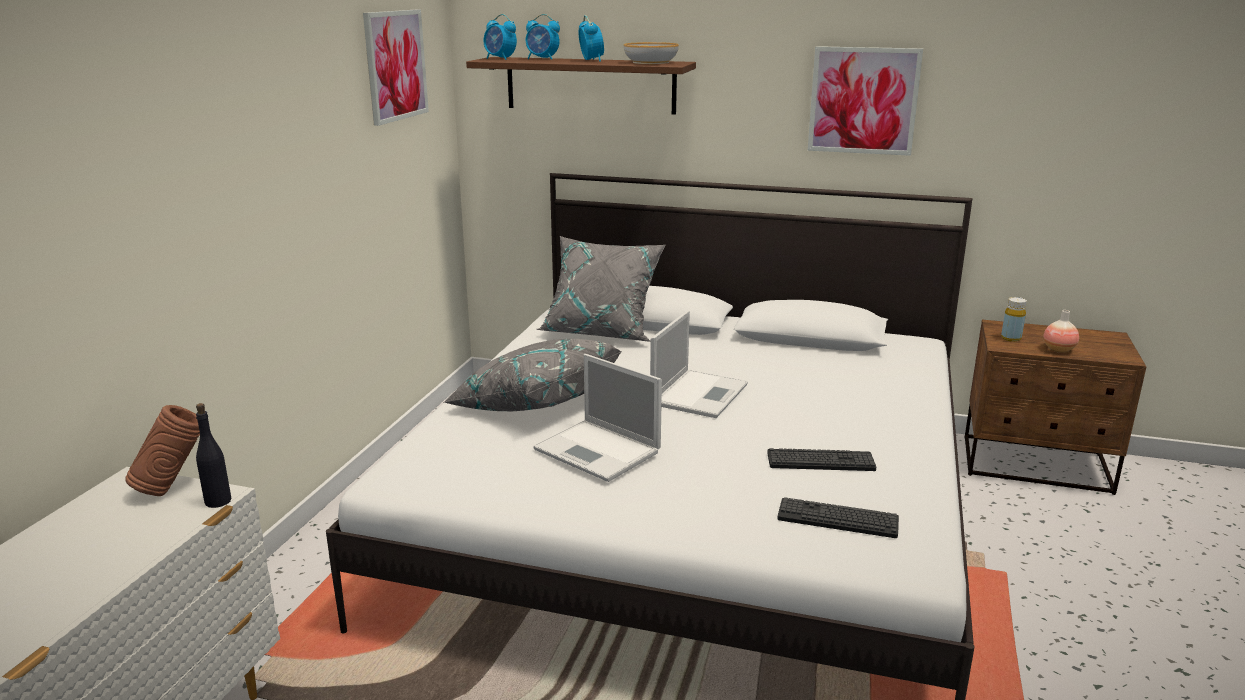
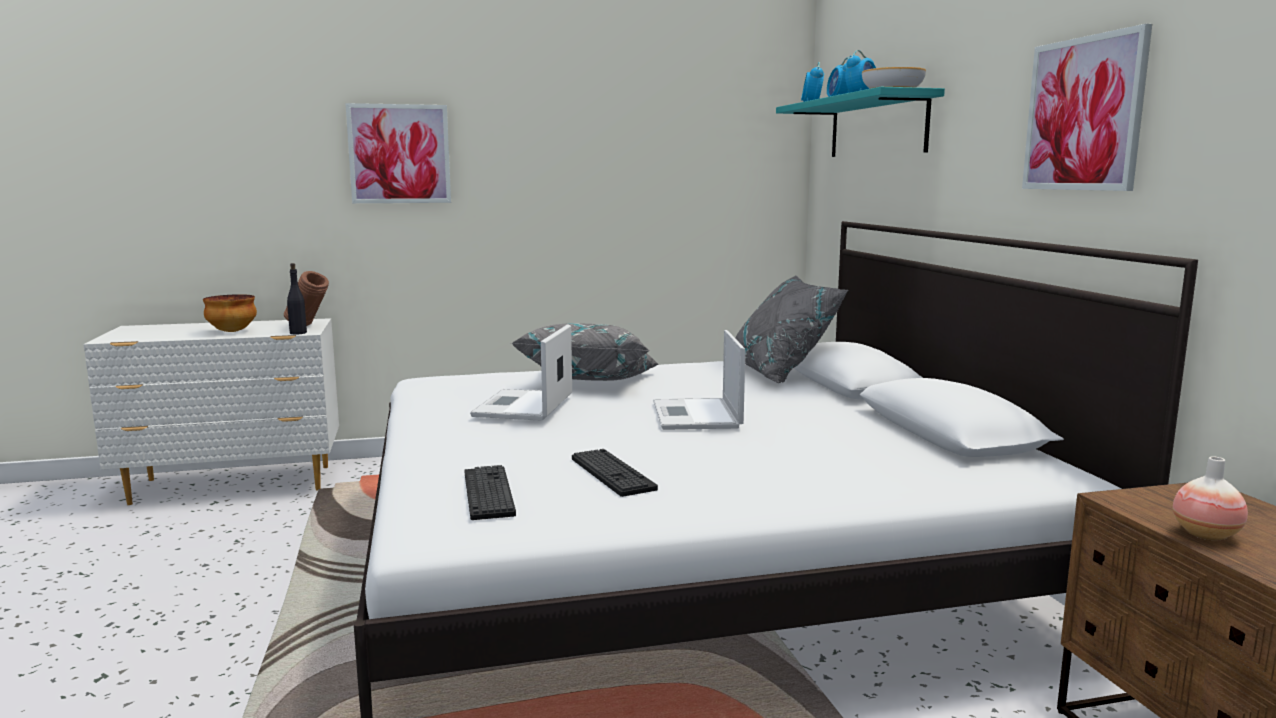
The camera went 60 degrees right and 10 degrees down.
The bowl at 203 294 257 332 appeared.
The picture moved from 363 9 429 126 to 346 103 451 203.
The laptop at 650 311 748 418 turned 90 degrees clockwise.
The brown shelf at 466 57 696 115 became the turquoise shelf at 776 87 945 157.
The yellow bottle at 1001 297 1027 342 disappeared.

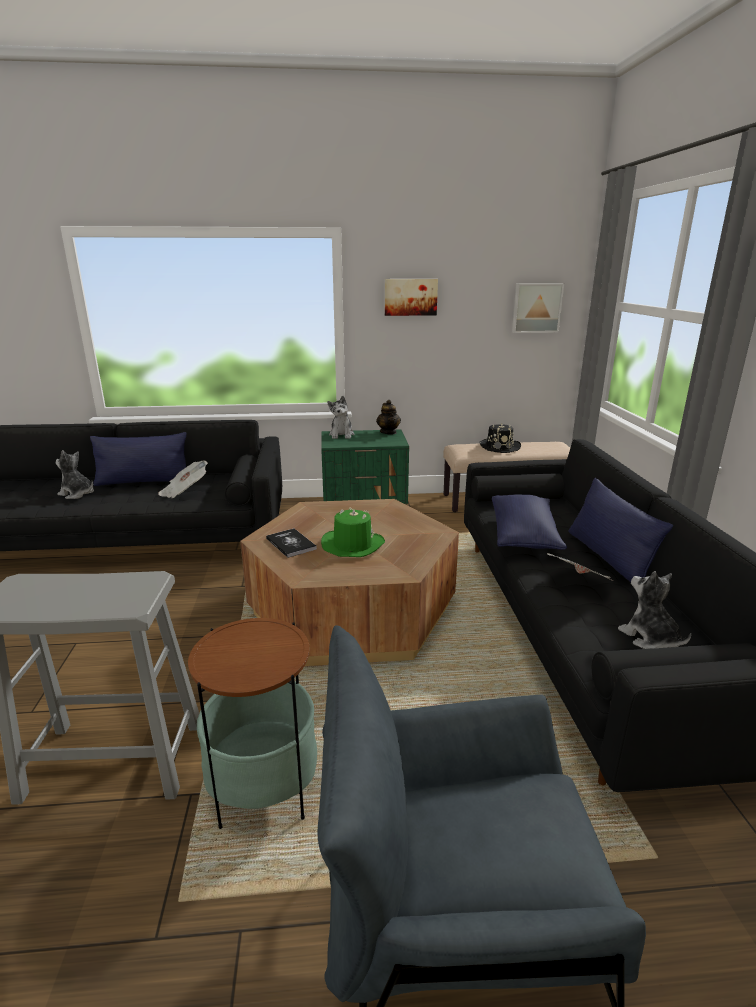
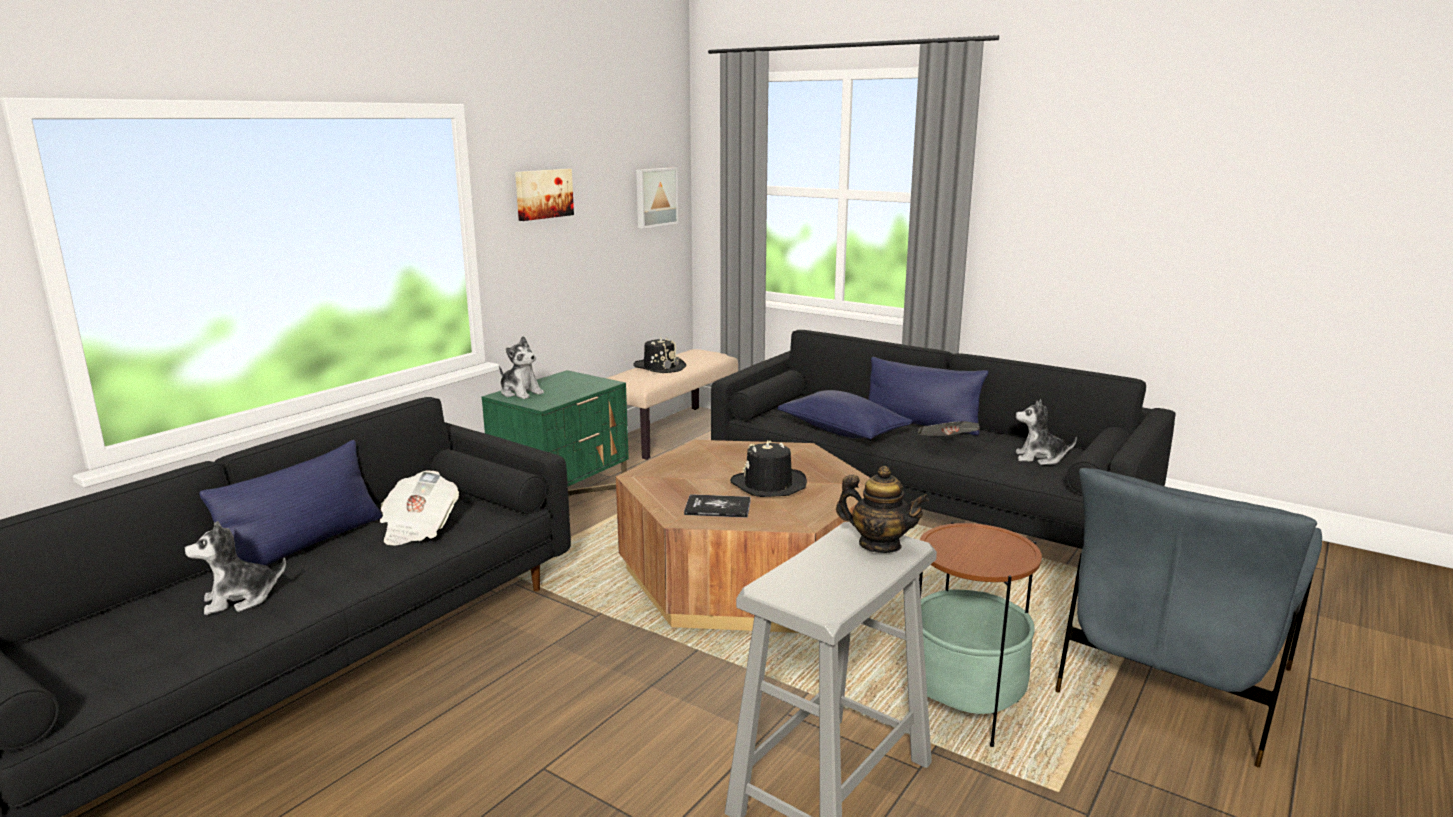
The camera went 50 degrees left and 5 degrees down.
The green hat at 321 508 385 557 became the black hat at 730 440 807 497.
The teapot moved from 376 400 401 434 to 836 466 929 553.

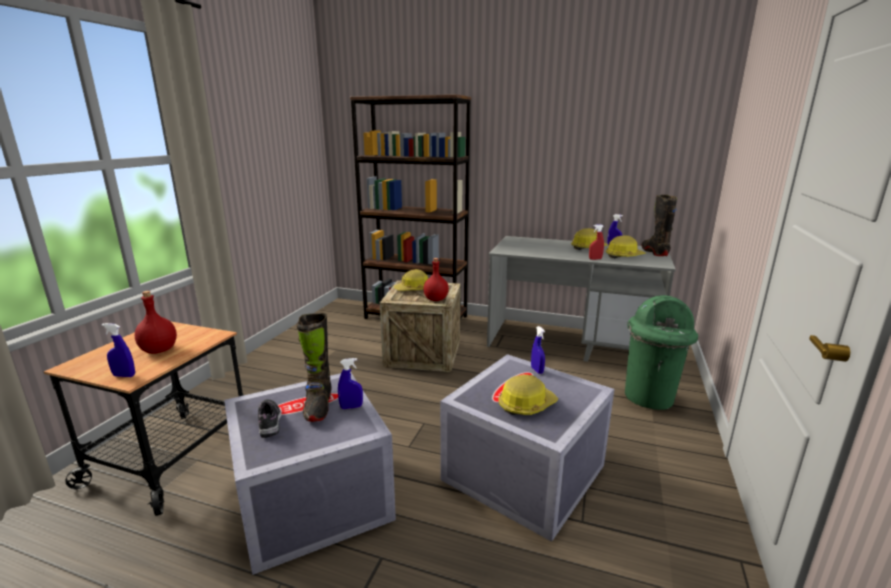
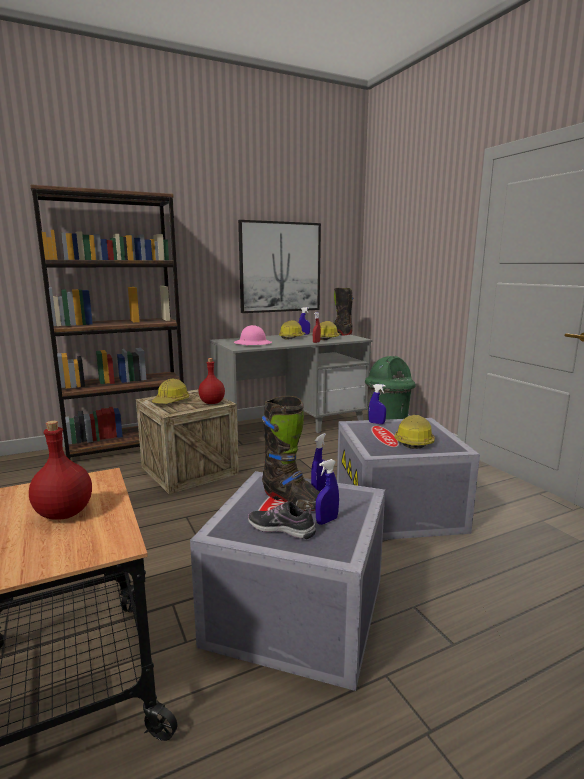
The camera went 45 degrees left and 5 degrees down.
The pink hard hat at 234 325 272 346 appeared.
The picture at 238 220 321 313 appeared.
The blue spray bottle moved from 101 323 135 377 to 316 459 339 525.

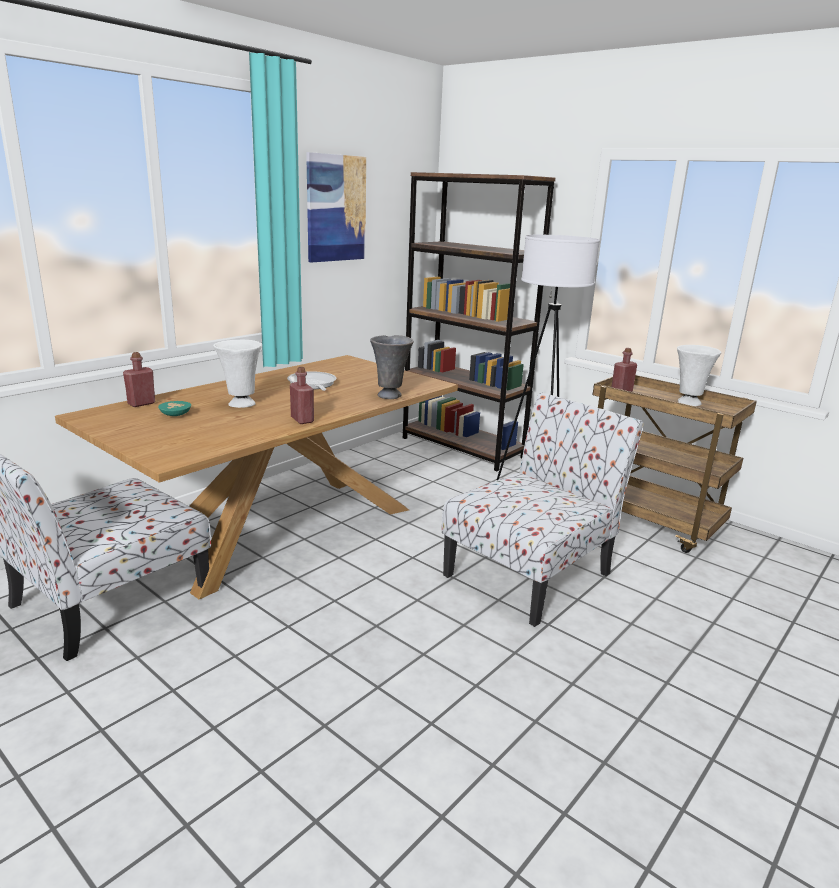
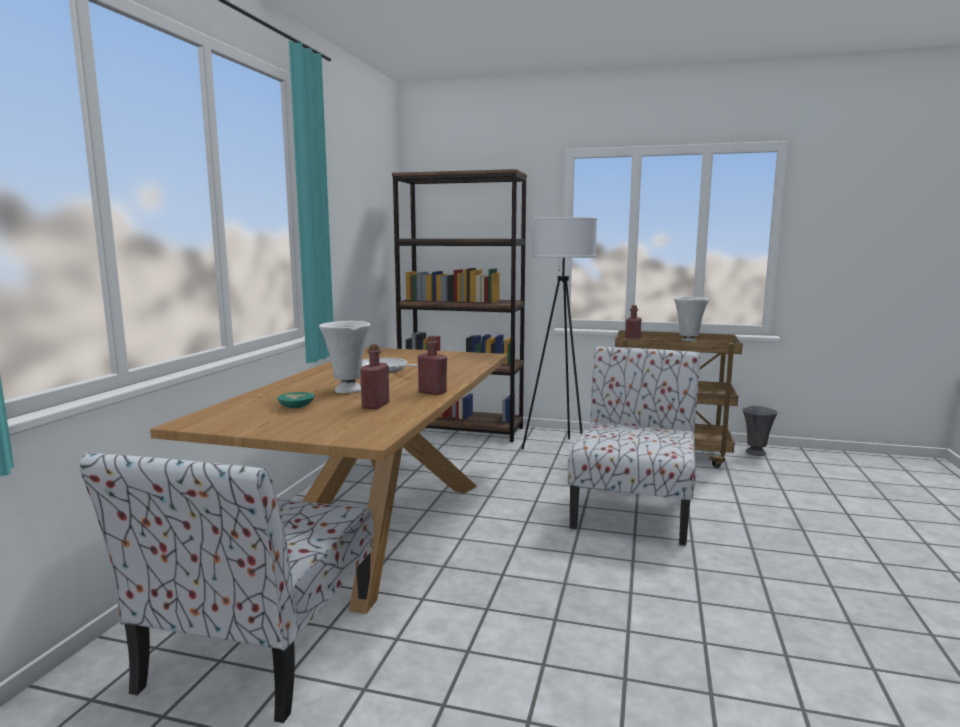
The camera went 25 degrees left and 10 degrees down.
The red bottle moved from 123 352 155 407 to 360 344 389 409.
The grey vase moved from 370 335 414 399 to 742 406 778 456.
The picture at 306 152 366 263 disappeared.

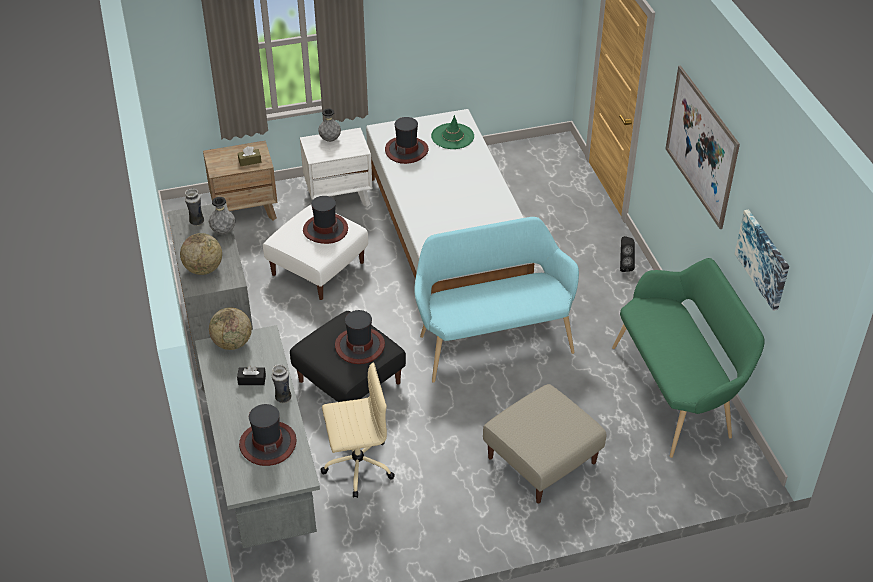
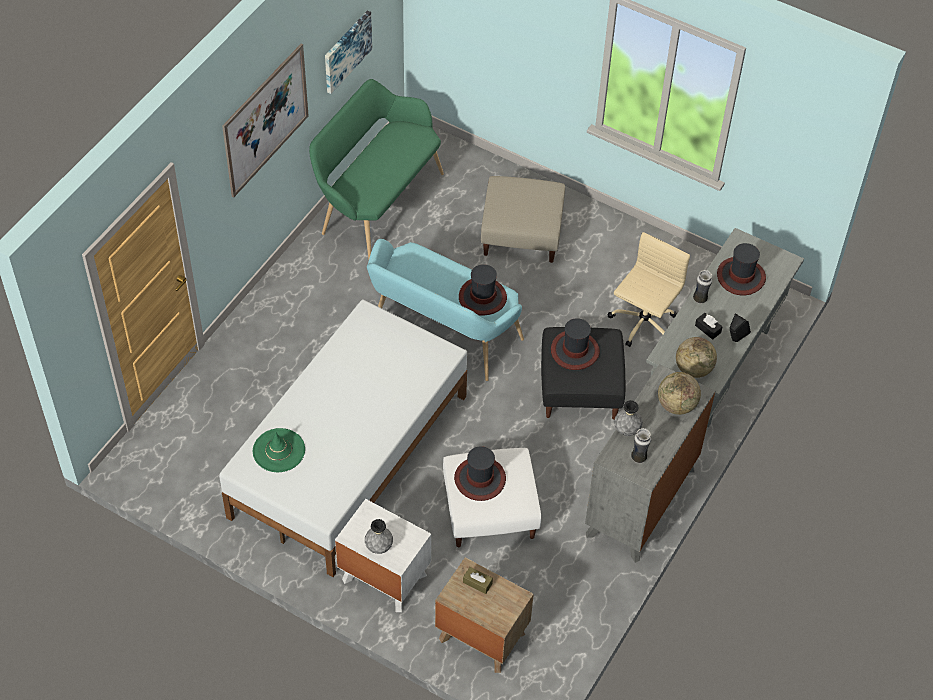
The camera went 135 degrees left and 10 degrees up.
The hat moved from 385 117 429 164 to 459 264 507 315.
The beige office chair at 320 362 395 498 turned 90 degrees clockwise.
The black speaker moved from 620 236 635 272 to 729 313 751 342.

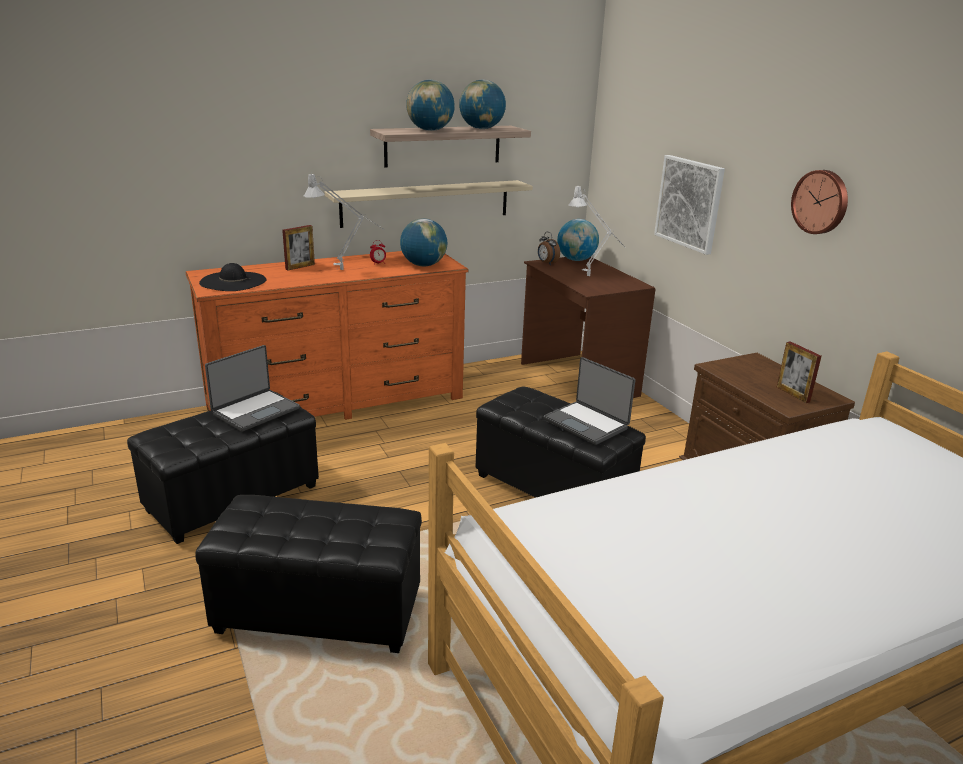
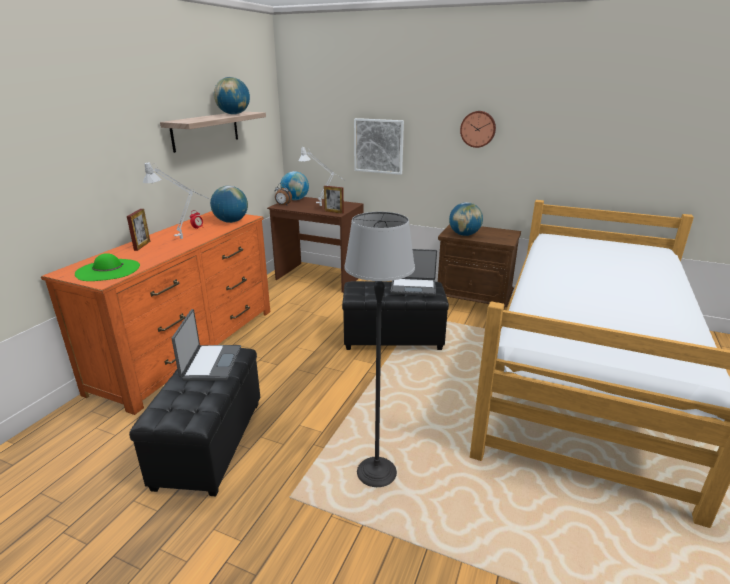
The camera went 40 degrees left and 0 degrees up.
The black hat at 199 263 266 291 became the green hat at 75 253 140 281.
The picture frame moved from 777 341 821 403 to 324 186 344 214.
The black ottoman at 195 495 422 653 was replaced by the floor lamp at 344 212 415 487.
The globe moved from 406 80 455 131 to 449 202 483 236.
The beige shelf at 325 180 533 228 disappeared.

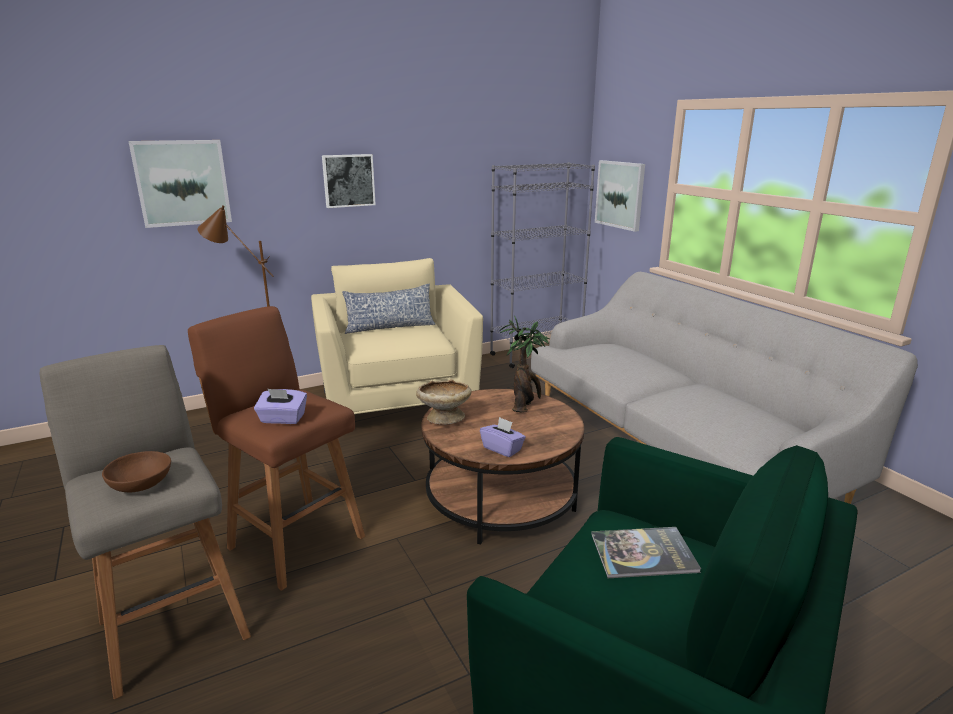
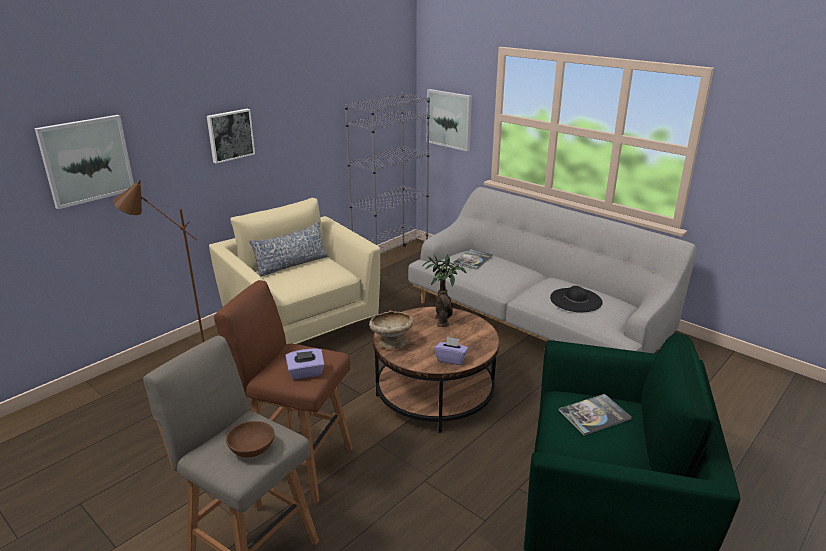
The camera went 20 degrees left and 5 degrees up.
The book at 453 249 493 270 appeared.
The black hat at 550 286 603 312 appeared.

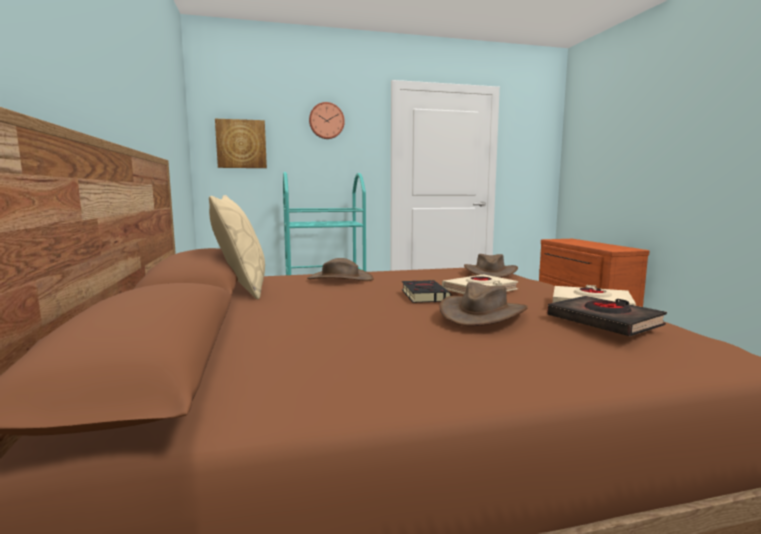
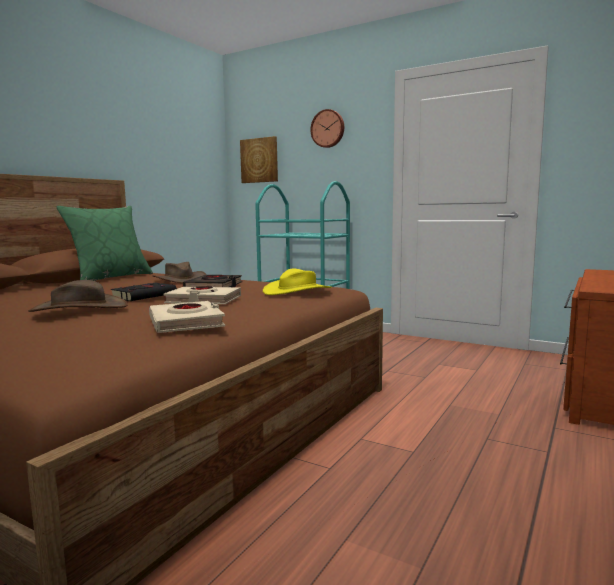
The camera went 45 degrees right and 0 degrees up.
The beige pillow at 209 195 265 299 became the green pillow at 56 206 153 281.
The black book moved from 547 296 667 336 to 183 275 242 287.
The brown hat at 464 254 518 278 became the yellow hat at 263 269 332 295.

